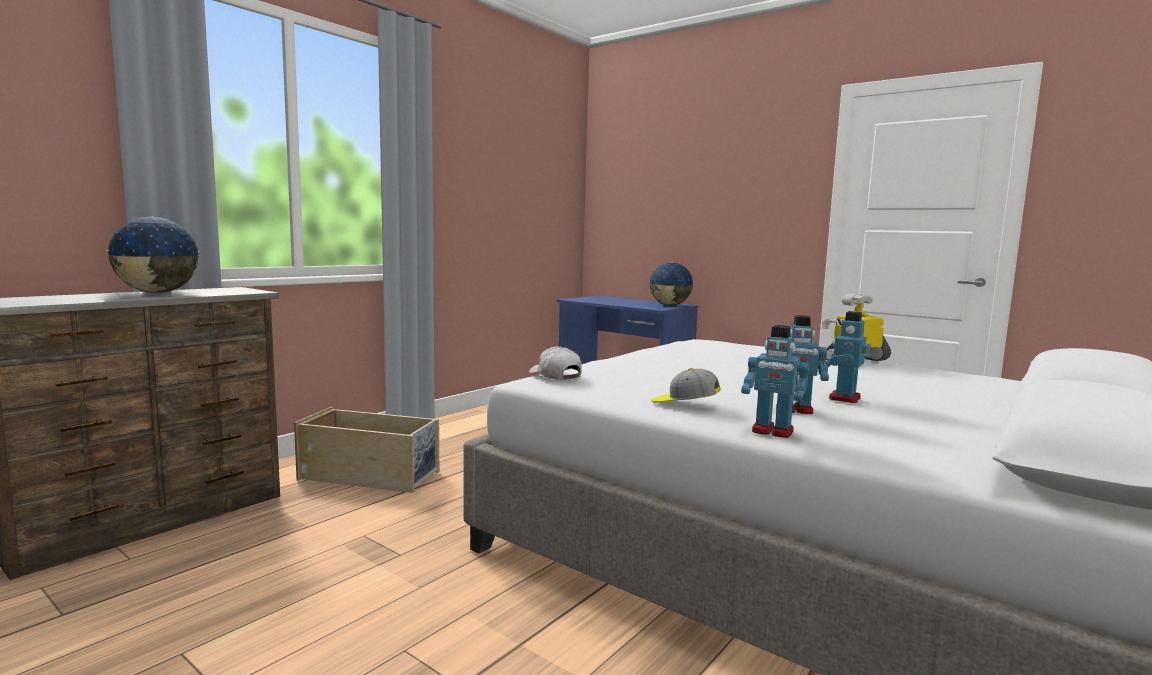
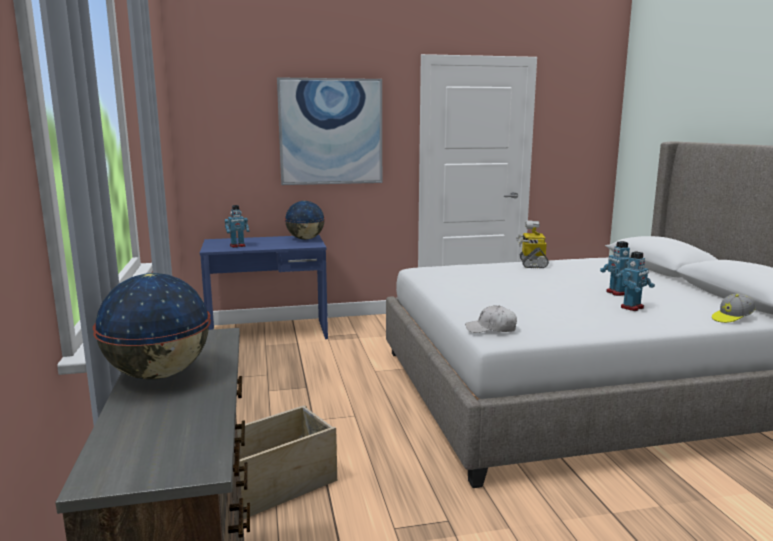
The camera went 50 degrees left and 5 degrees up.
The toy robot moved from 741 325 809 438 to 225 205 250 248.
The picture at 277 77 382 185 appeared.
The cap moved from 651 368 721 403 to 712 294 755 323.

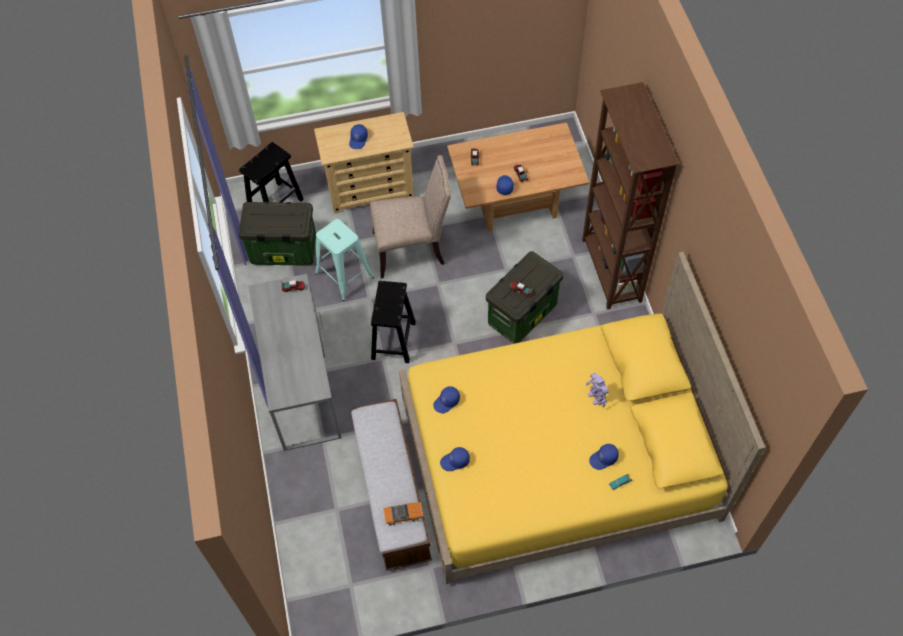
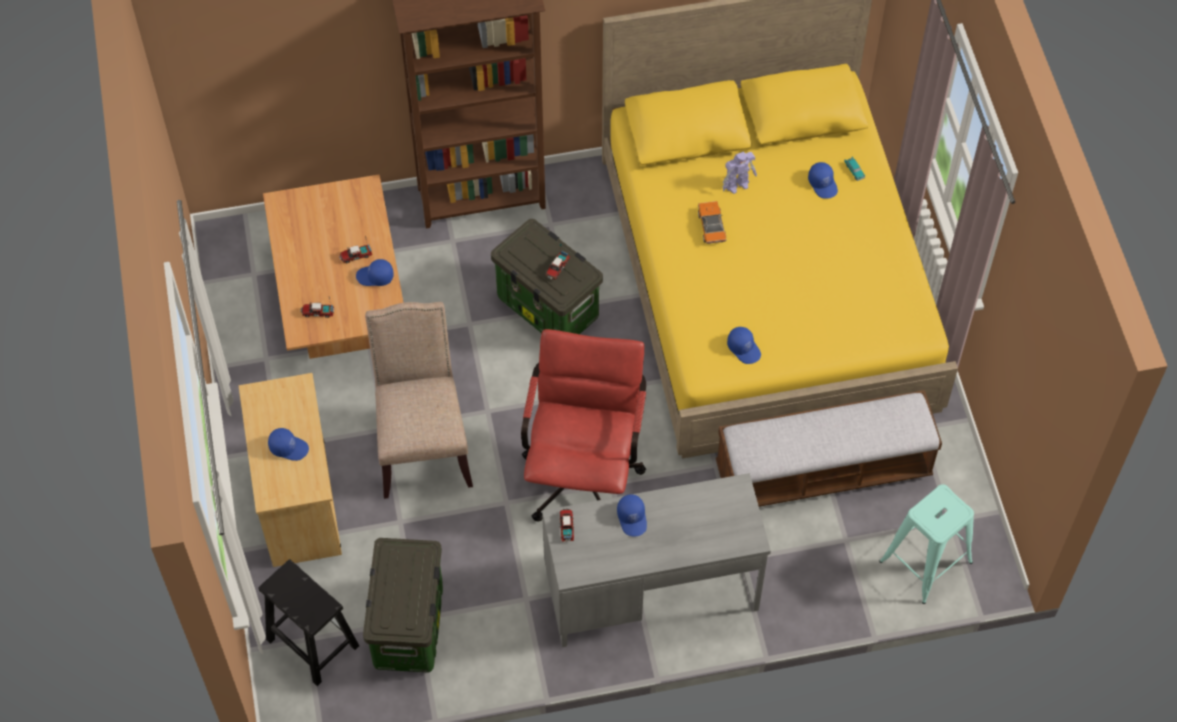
The camera went 90 degrees left and 0 degrees up.
The black stool at 371 281 416 363 was replaced by the red office chair at 521 329 647 522.
The blue cap moved from 440 447 470 471 to 617 494 647 537.
The toy car moved from 383 502 423 526 to 698 201 726 244.
The turquoise stool moved from 315 219 374 301 to 879 484 974 604.

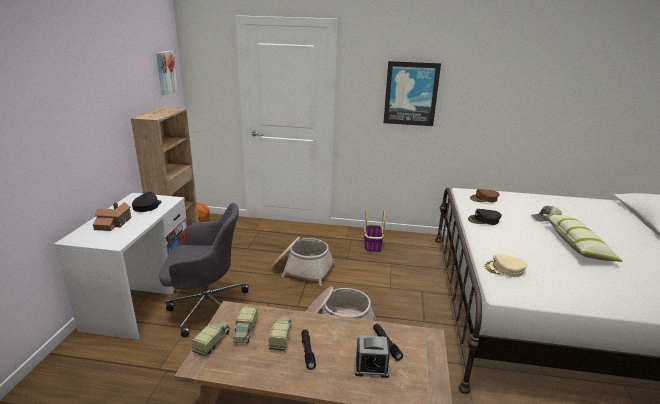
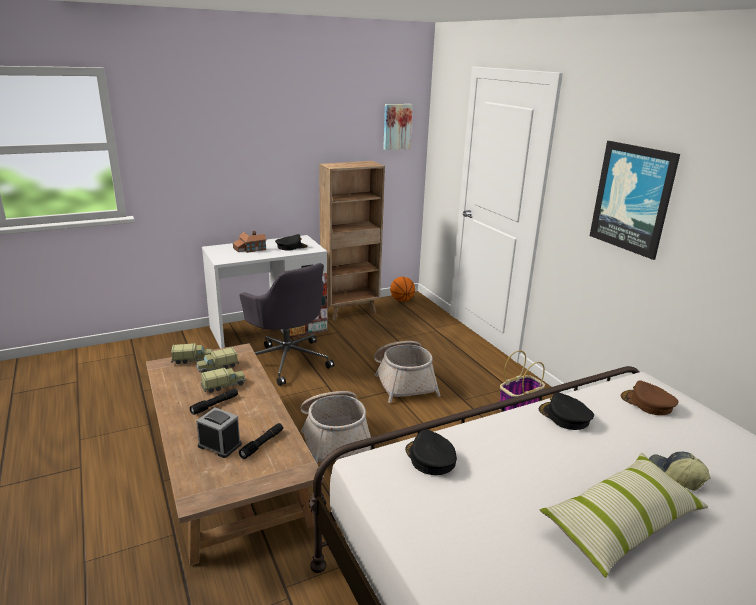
The camera went 55 degrees right and 0 degrees up.
The alarm clock at 355 335 390 378 turned 150 degrees clockwise.
The beige cap at 484 254 527 277 became the black cap at 405 430 457 475.

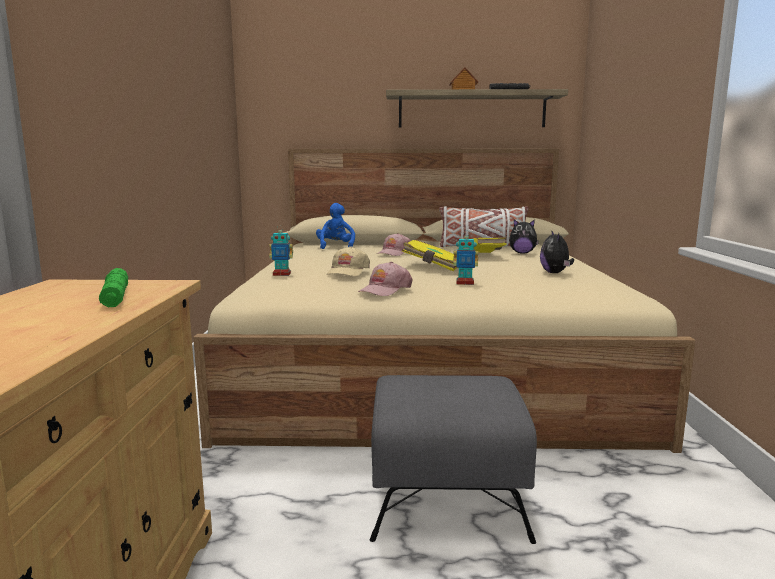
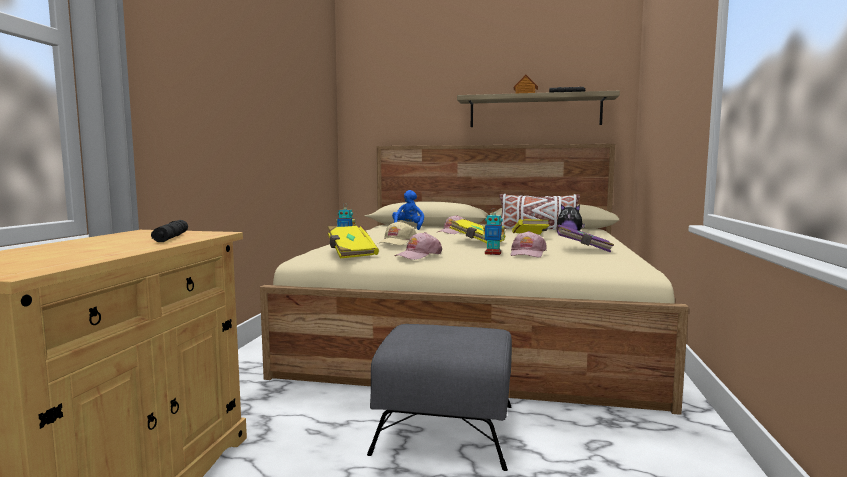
The camera went 10 degrees right and 5 degrees down.
The green flashlight at 99 268 128 307 became the black flashlight at 151 220 188 242.
The yellow book at 327 226 379 259 appeared.
The pink cap at 510 231 546 257 appeared.
The plush toy at 540 230 574 273 was replaced by the purple book at 556 225 614 253.

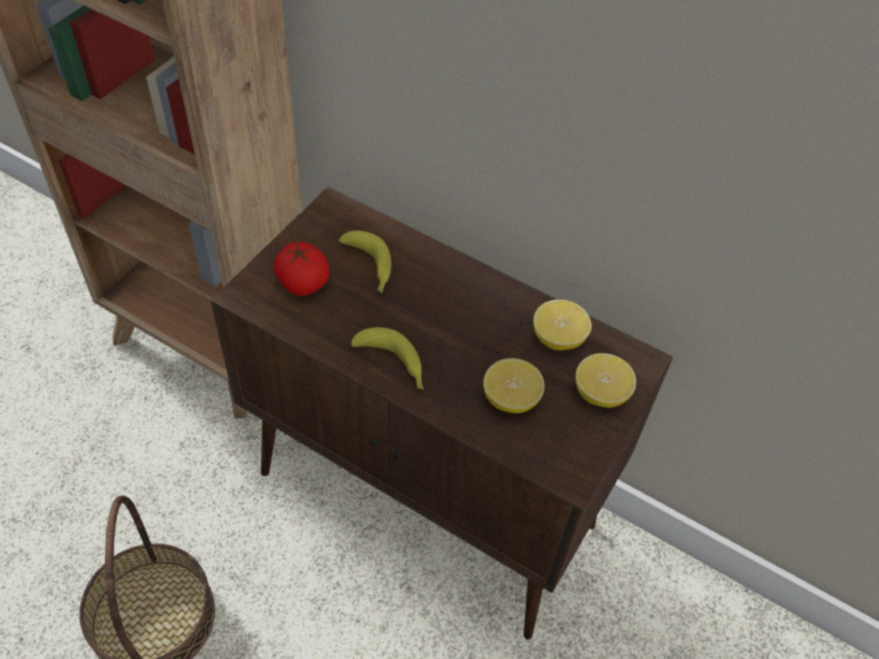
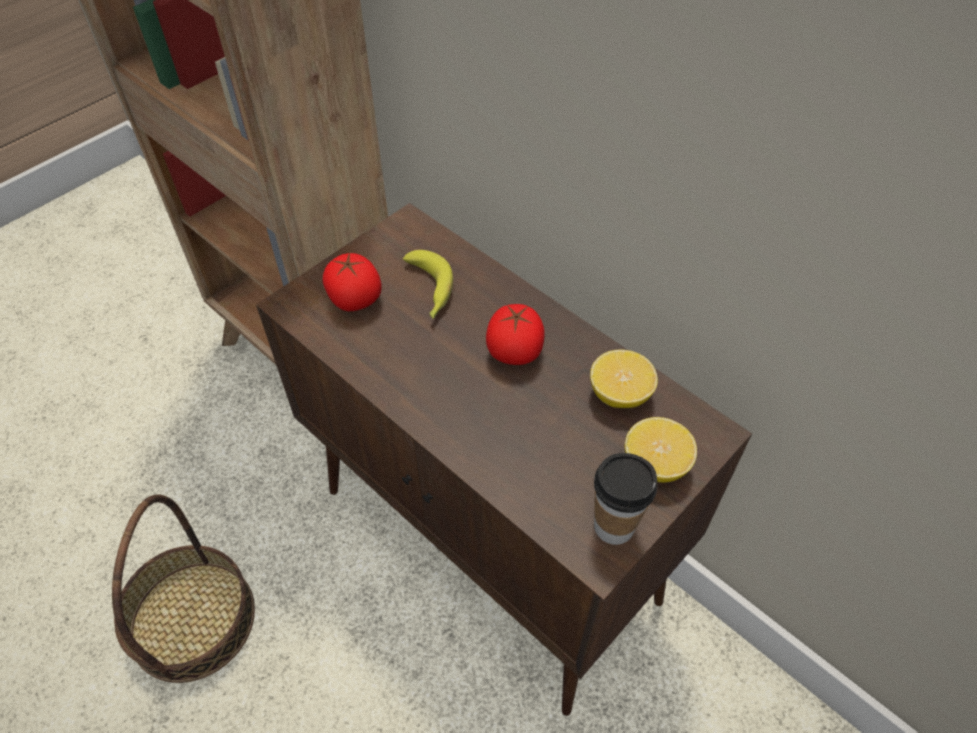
The camera went 15 degrees right and 0 degrees up.
The tomato at 486 304 545 365 appeared.
The cup at 594 453 657 545 appeared.
The banana at 351 327 424 390 disappeared.
The lemon at 483 358 544 413 disappeared.

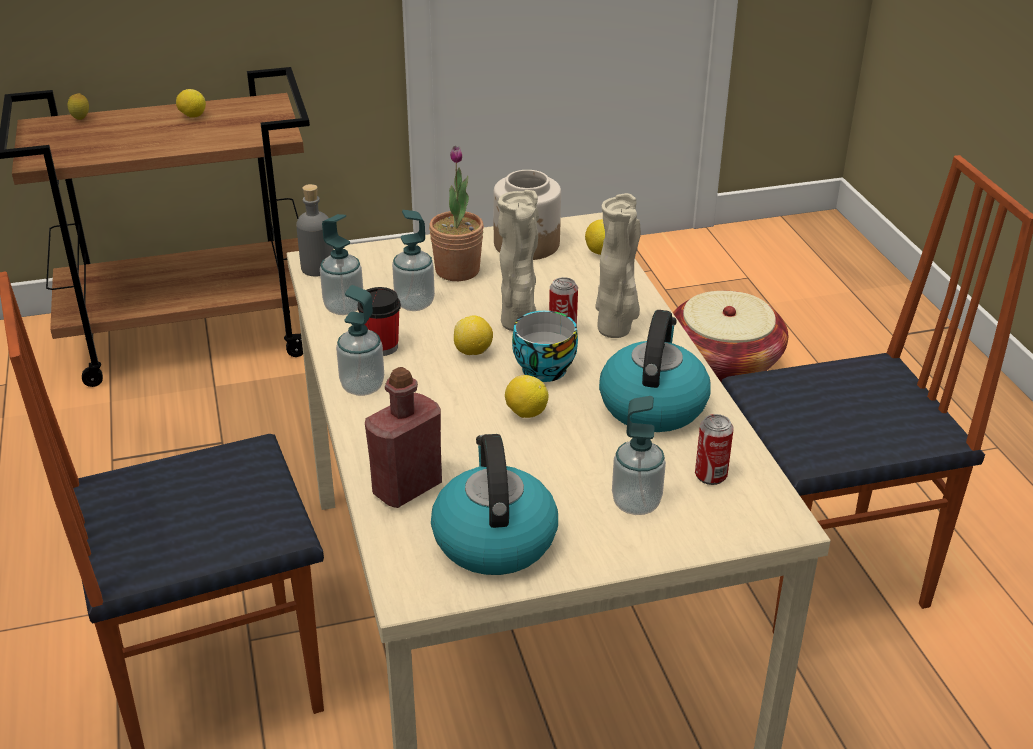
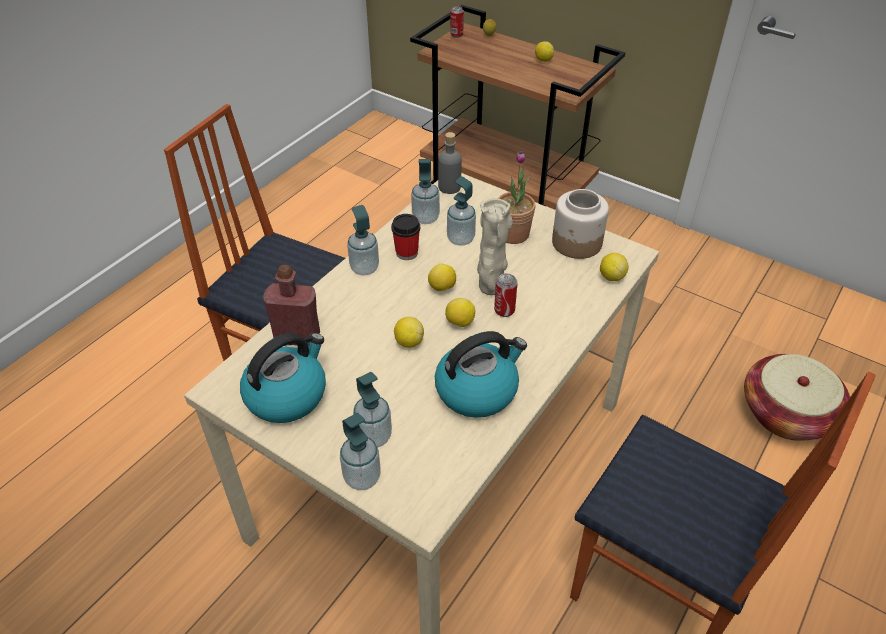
The camera went 50 degrees right and 10 degrees up.
The soap dispenser at 340 413 381 490 appeared.
The cup at 512 311 578 382 was replaced by the lemon at 445 298 475 327.
The can moved from 695 414 734 485 to 450 6 464 38.
The beige vase at 595 193 641 338 disappeared.

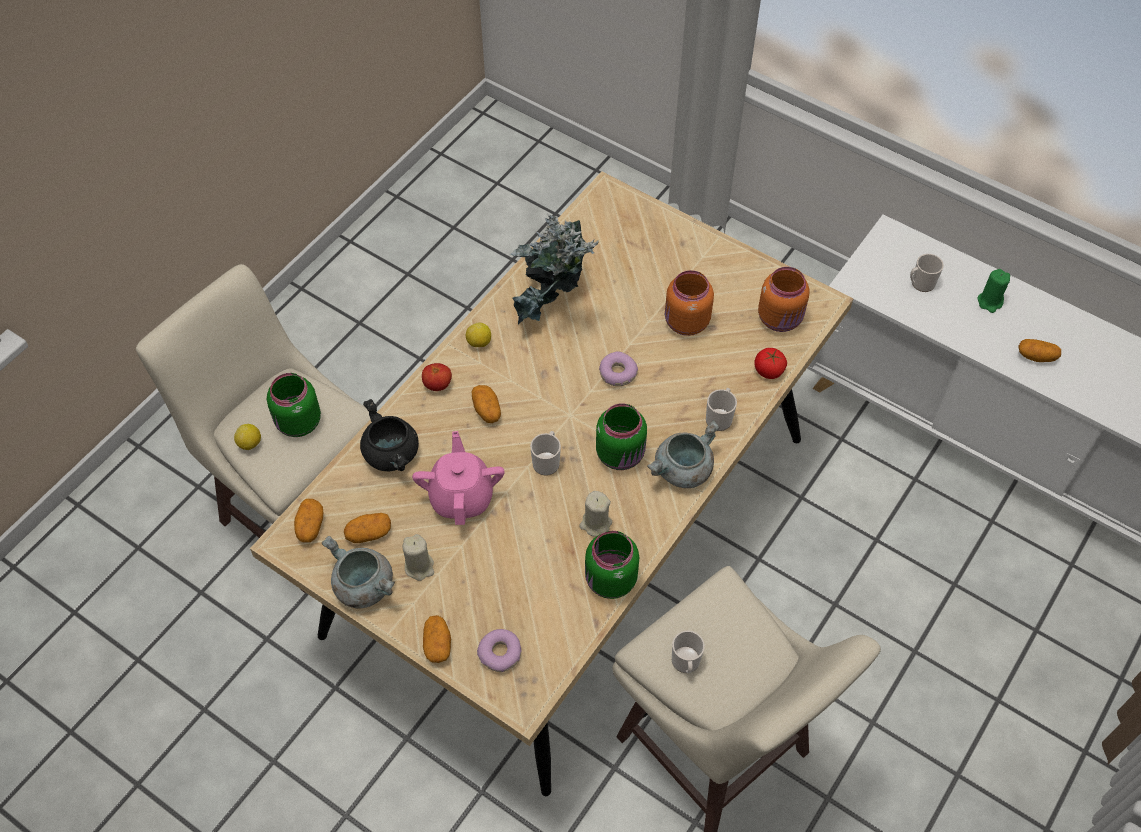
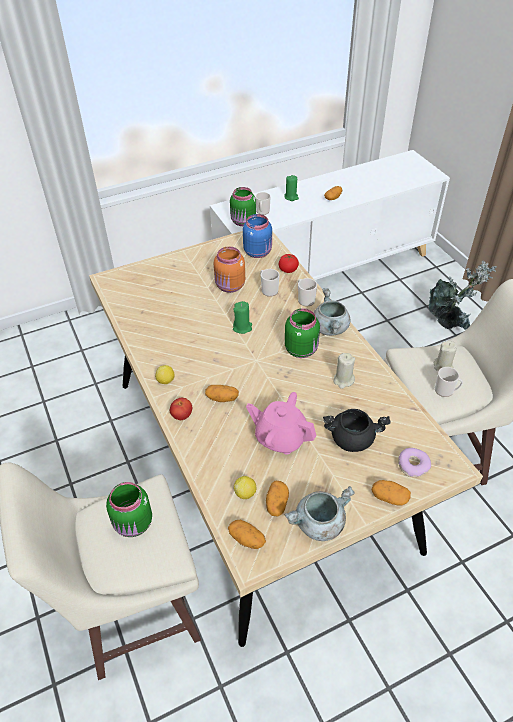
The camera went 60 degrees left and 10 degrees down.
The green jar moved from 585 531 639 599 to 230 187 256 226.
The donut at 599 351 638 386 was replaced by the green candle at 233 301 252 334.
The lemon moved from 234 424 261 450 to 234 476 256 499.
The orange jar at 758 267 810 332 became the blue jar at 243 214 272 258.
The mug moved from 530 431 561 476 to 260 269 280 297.
The black cooking pot moved from 360 399 419 471 to 323 409 391 452.
The potted plant moved from 510 214 599 325 to 429 261 497 330.
The beige candle moved from 402 534 434 581 to 434 341 457 371.

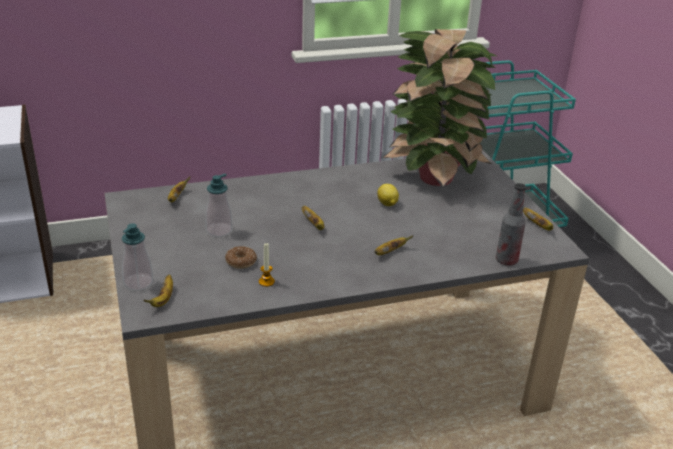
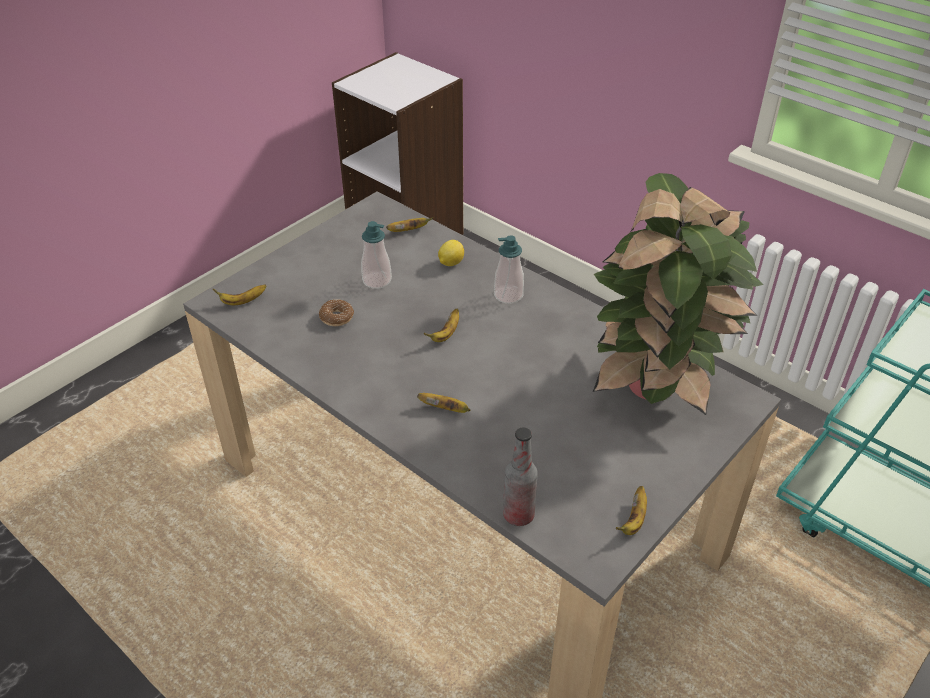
The camera went 60 degrees right and 10 degrees up.
The lemon moved from 377 184 399 206 to 438 240 464 266.
The soap dispenser moved from 122 223 153 291 to 494 235 524 304.
The candle at 259 243 275 287 disappeared.

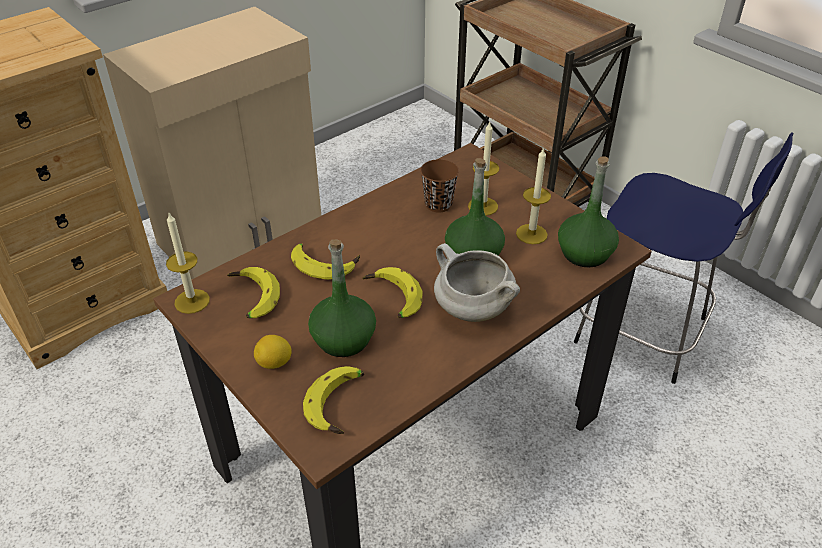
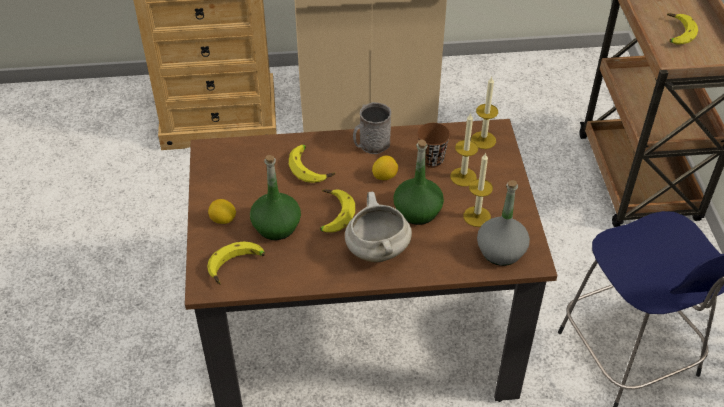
The camera went 35 degrees right and 5 degrees up.
The grey mug at 353 102 391 154 appeared.
The lemon at 372 156 398 180 appeared.
The candle moved from 166 213 210 314 to 471 77 498 149.
The green bottle at 558 156 619 267 became the grey bottle at 477 180 530 266.
The banana moved from 227 267 280 318 to 667 13 698 45.

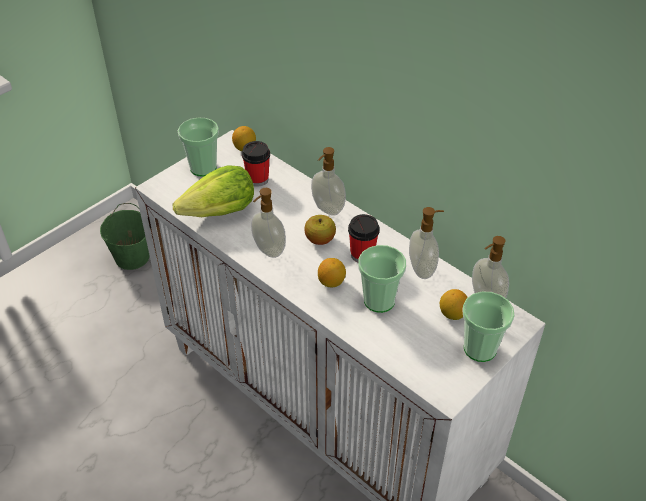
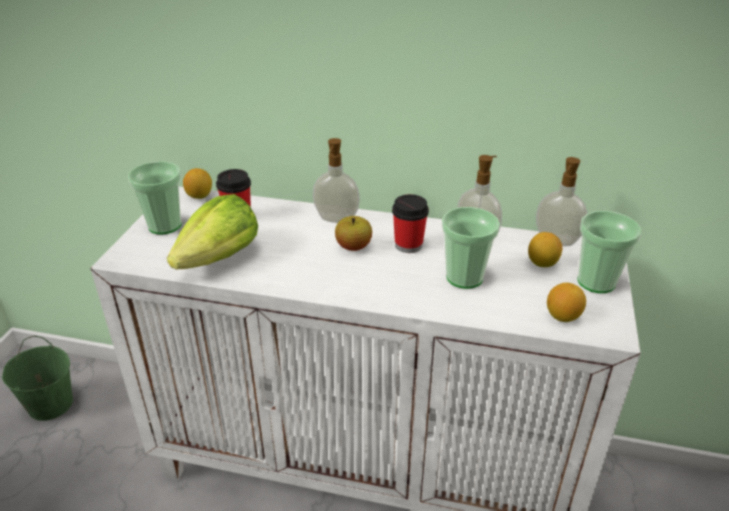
The camera went 30 degrees left and 10 degrees down.
The lemon moved from 318 258 346 288 to 547 283 586 322.
The soap dispenser at 251 188 286 258 disappeared.

